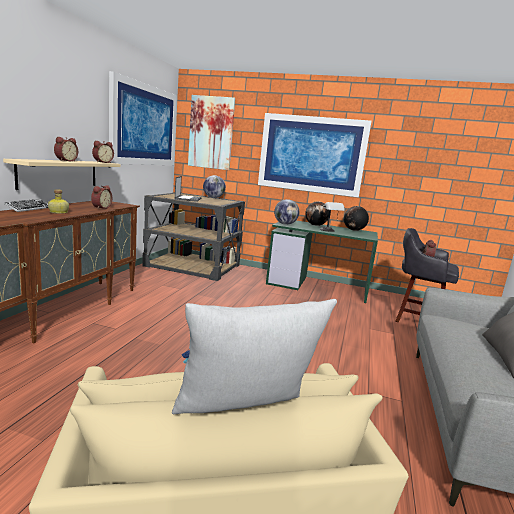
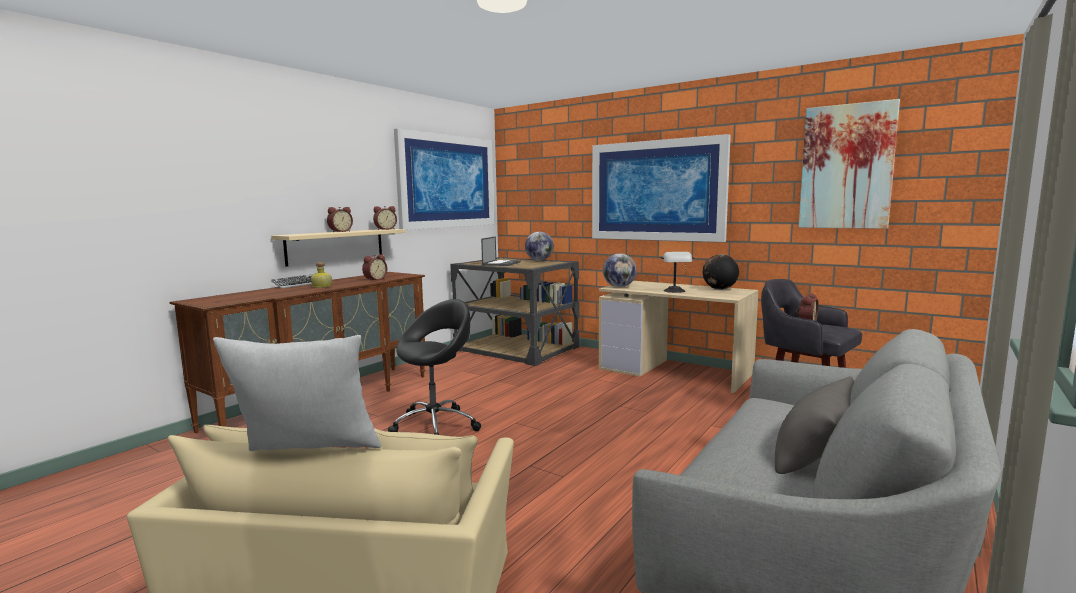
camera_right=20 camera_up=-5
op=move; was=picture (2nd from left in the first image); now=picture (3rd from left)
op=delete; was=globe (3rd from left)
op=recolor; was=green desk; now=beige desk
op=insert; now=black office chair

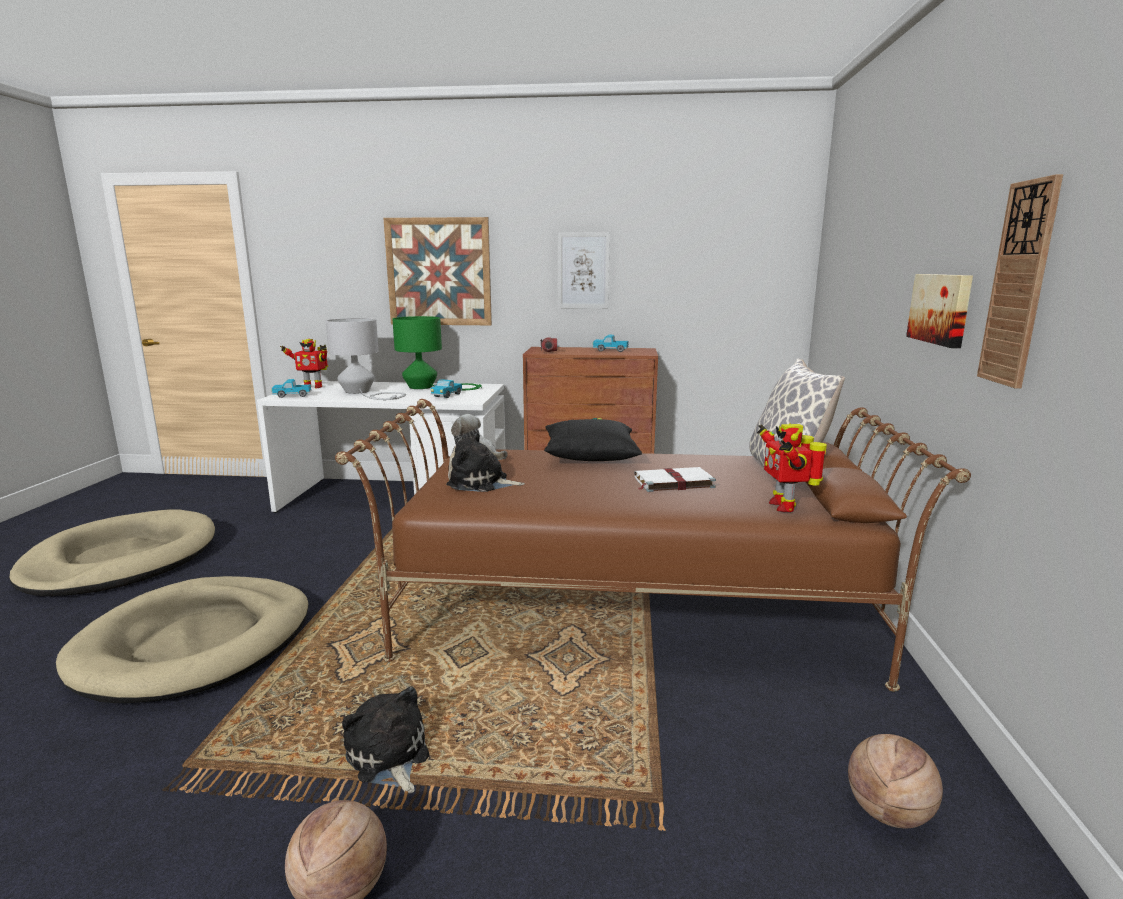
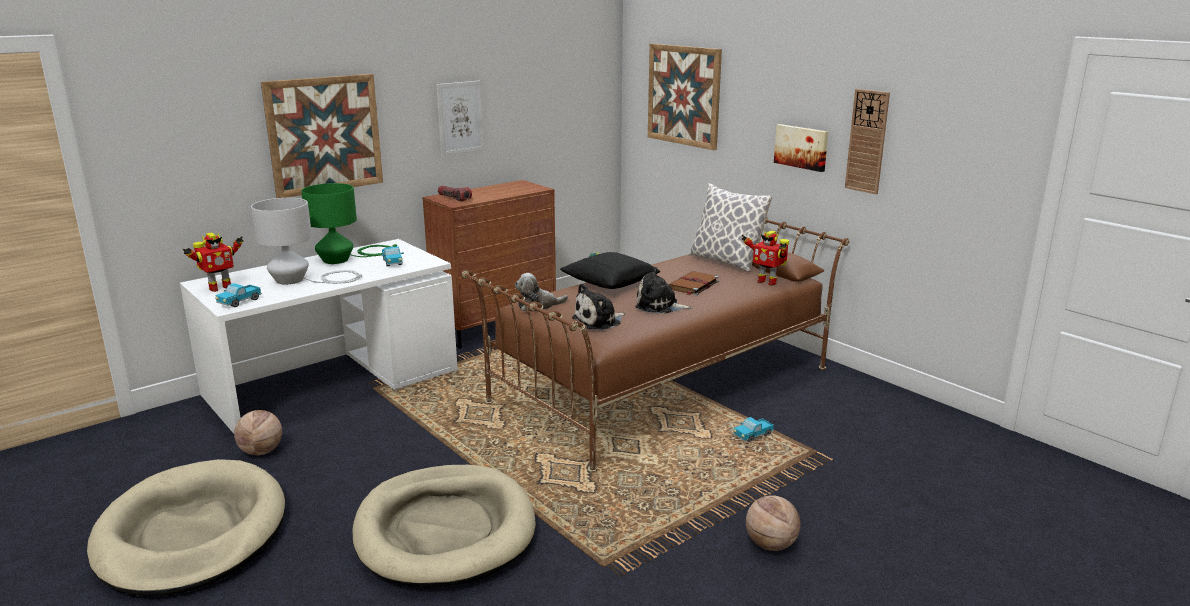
camera_right=-45 camera_up=5
op=move; was=toy truck (3rd from left)
op=recolor; was=white book; now=brown book
op=move; was=plush toy (1st from left in the first image); now=plush toy (3rd from left)
op=move; was=basketball (2nd from left in the first image); now=basketball (1st from left)
op=insert; now=picture (3rd from left)

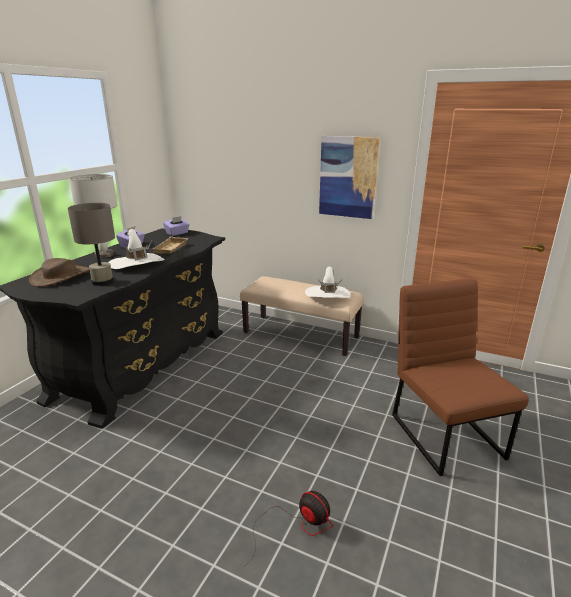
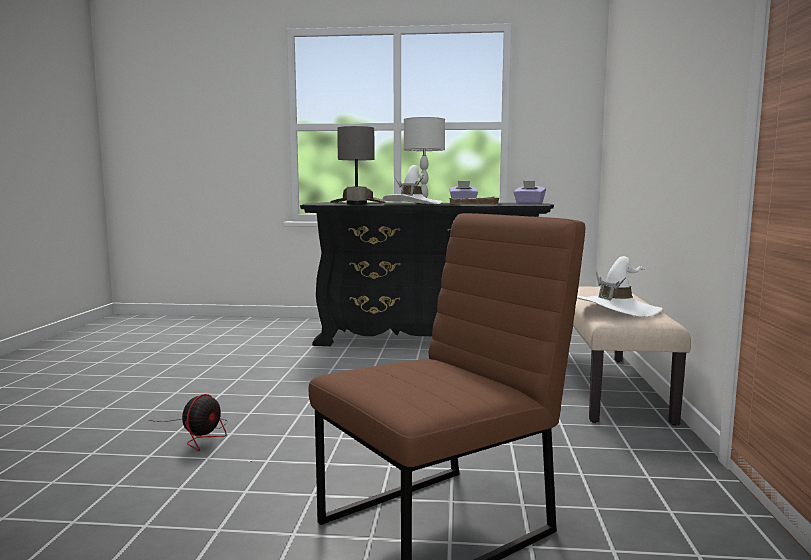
camera_right=70 camera_up=-15
op=delete; was=picture

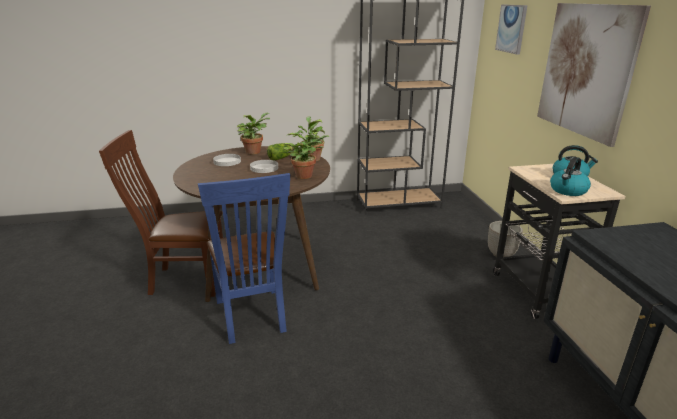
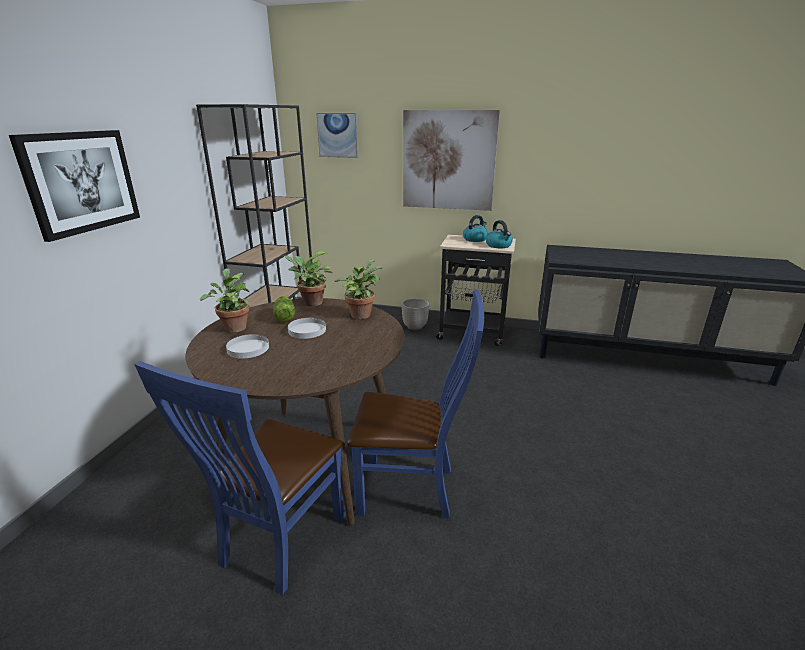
camera_right=-65 camera_up=0
op=recolor; was=brown chair; now=blue chair (1st from left)
op=insert; now=picture (1st from left)

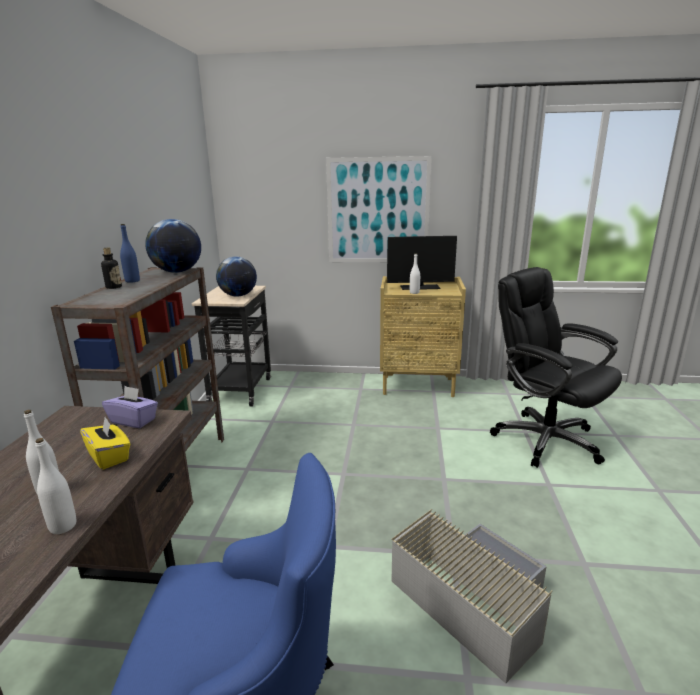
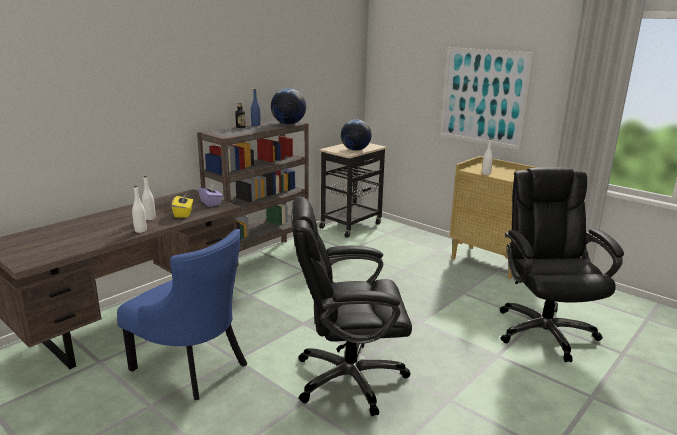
camera_right=35 camera_up=0
op=delete; was=monitor
op=replace; was=grey storage box; now=black office chair (1st from left)

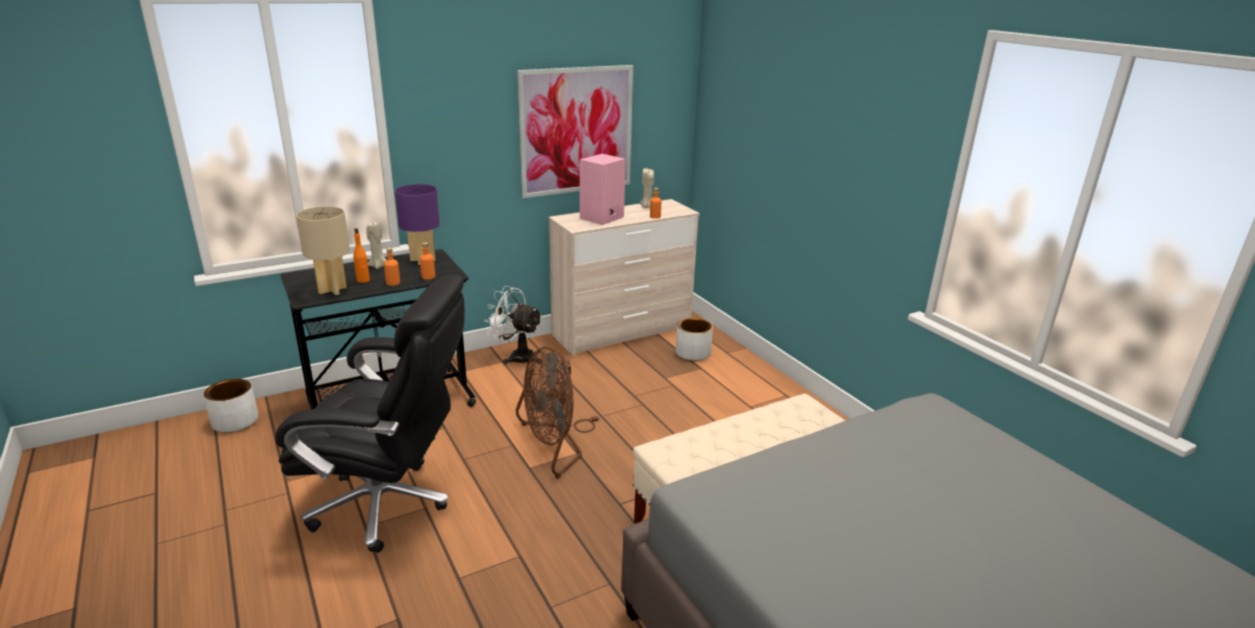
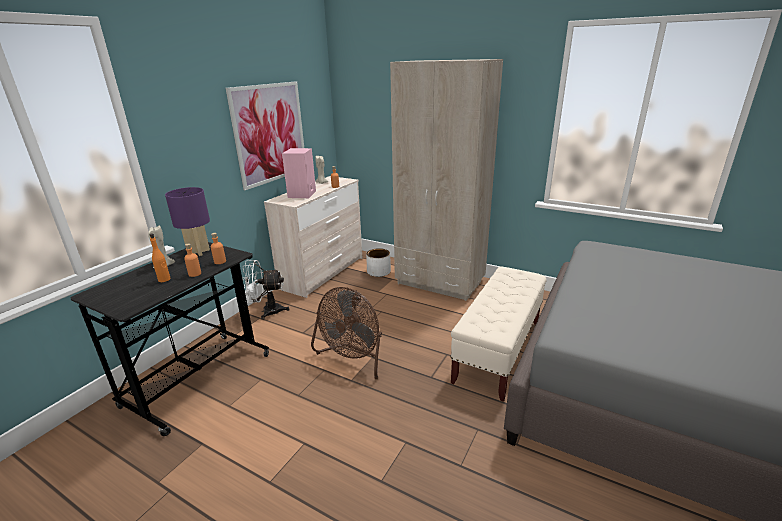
camera_right=-30 camera_up=0
op=delete; was=beige table lamp
op=delete; was=black office chair
op=delete; was=white planter (1st from left)
op=insert; now=beige wardrobe

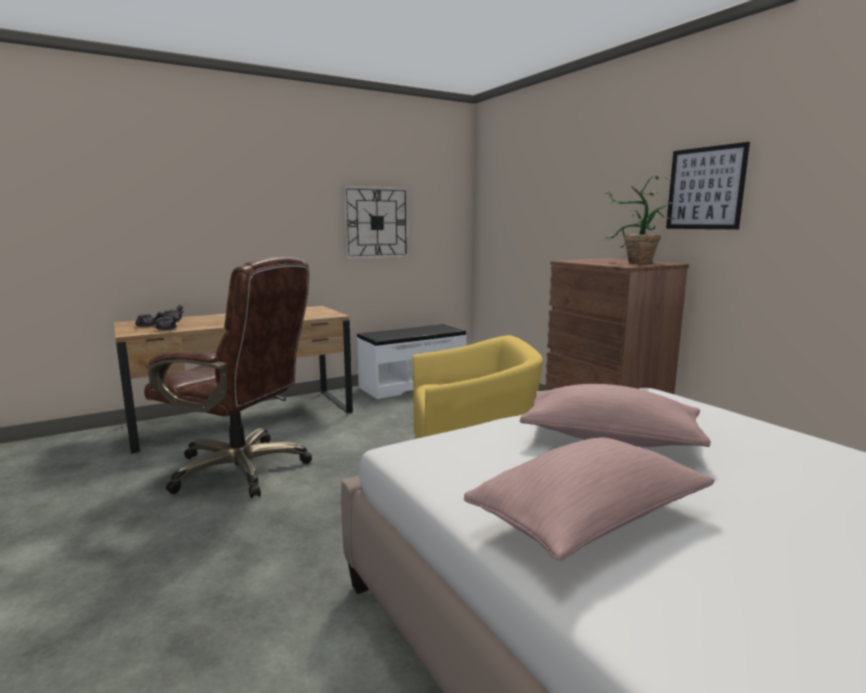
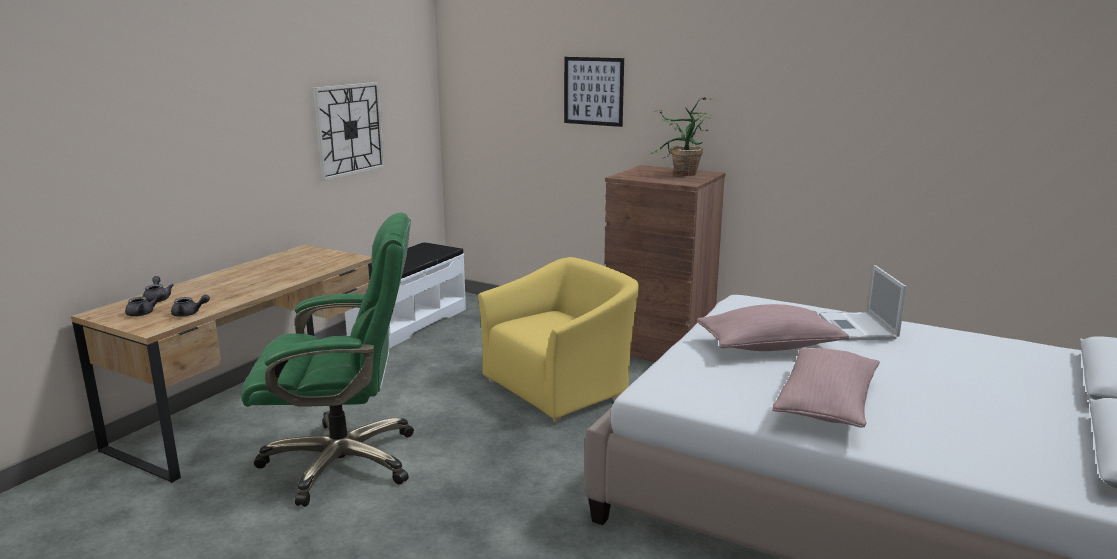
camera_right=-30 camera_up=5
op=move; was=picture
op=recolor; was=brown office chair; now=green office chair
op=insert; now=laptop

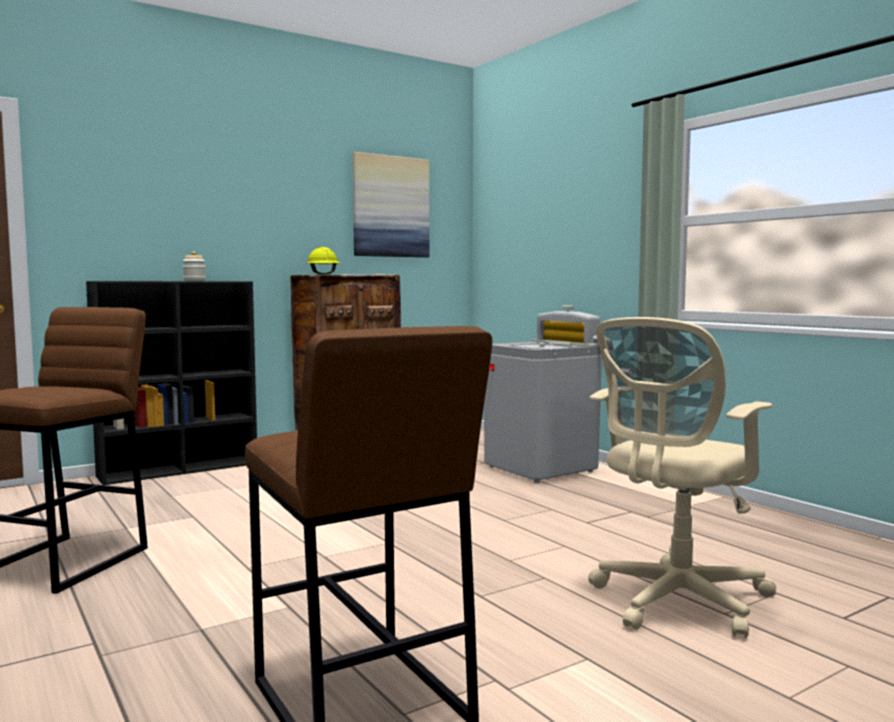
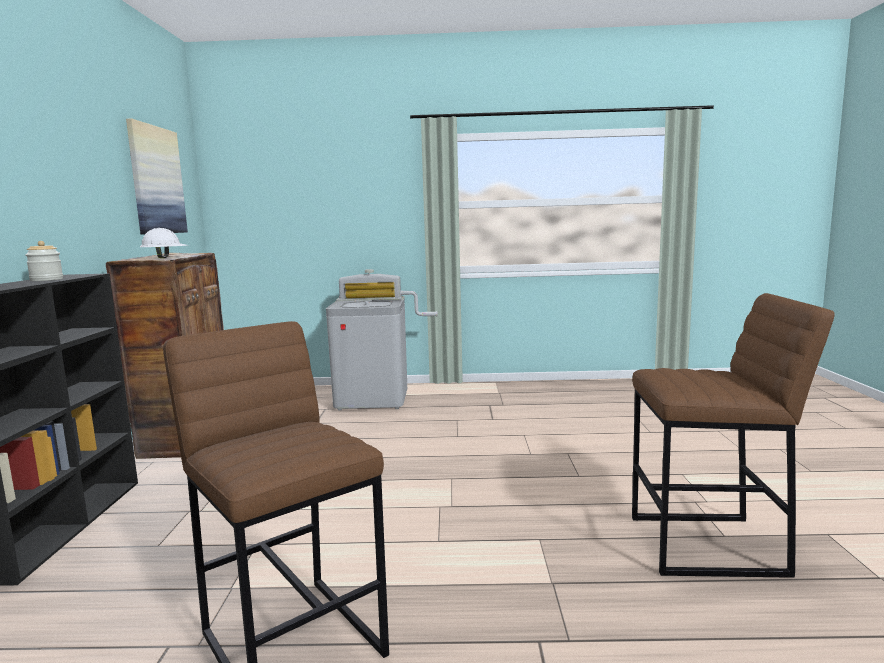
camera_right=-55 camera_up=5
op=recolor; was=yellow hard hat; now=white hard hat
op=delete; was=beige office chair

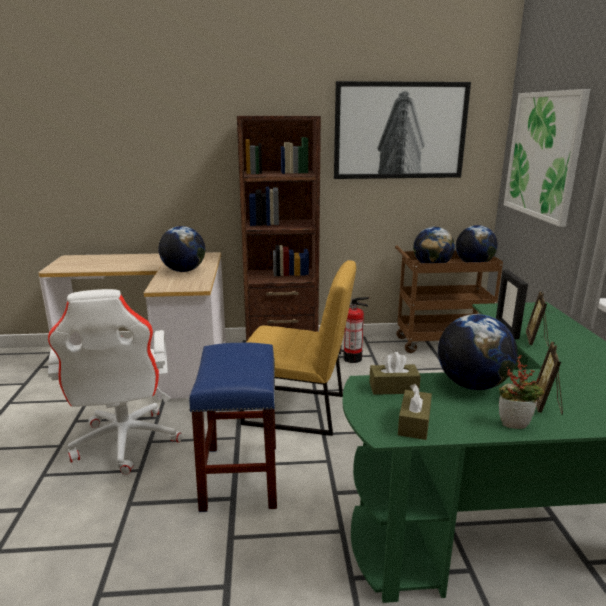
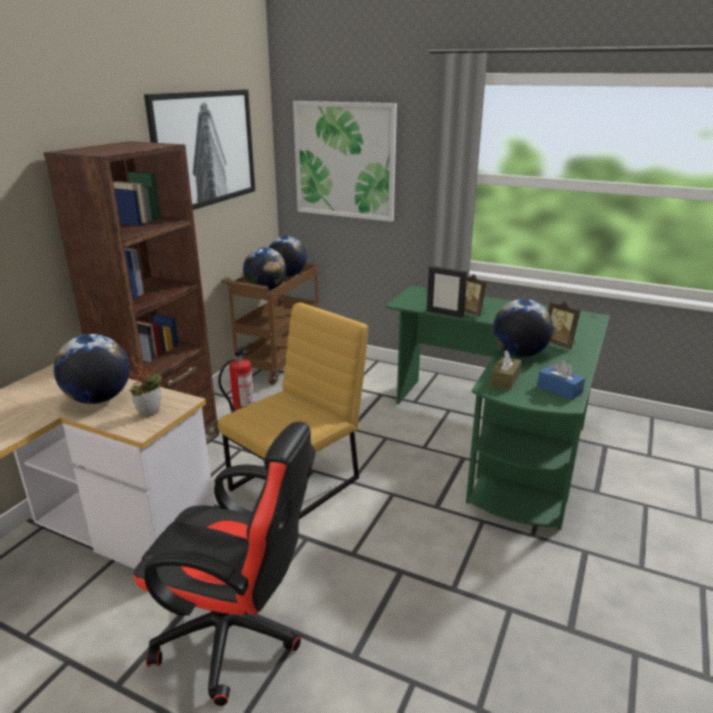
camera_right=-60 camera_up=5
op=recolor; was=white office chair; now=black office chair
op=delete; was=blue stool
op=move; was=potted plant
op=recolor; was=brown tissue box (2nd from left); now=blue tissue box

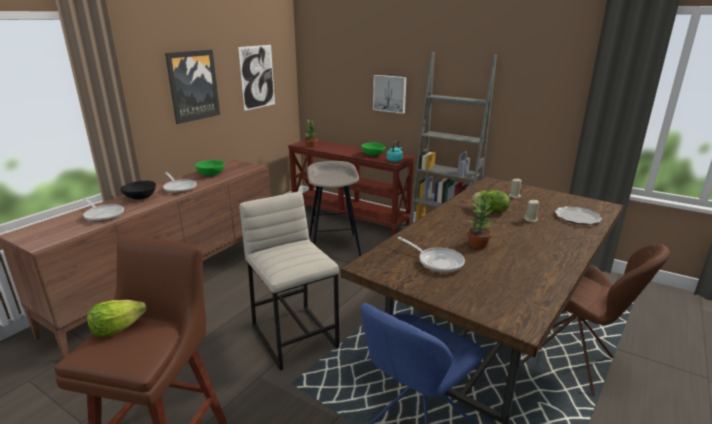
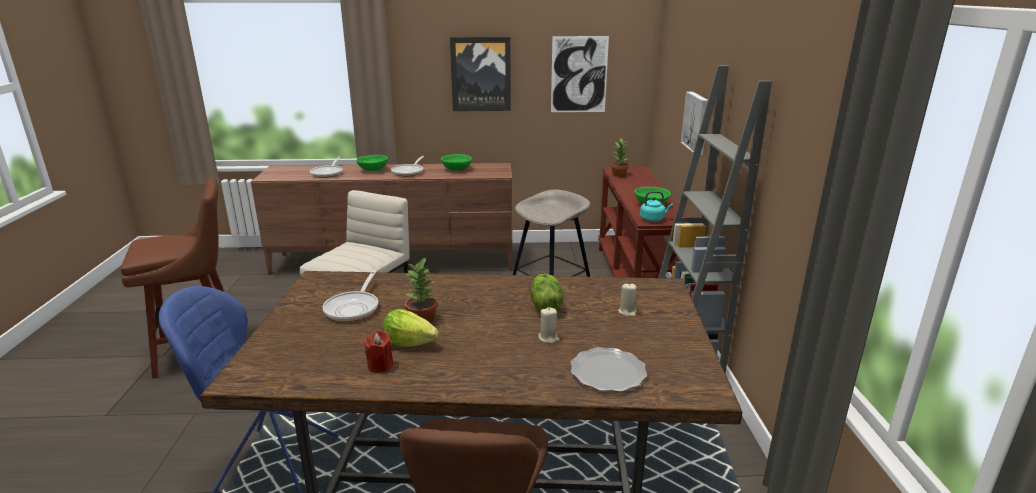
camera_right=55 camera_up=0
op=recolor; was=black bowl; now=green bowl (1st from left)
op=move; was=lettuce (1st from left)
op=insert; now=red candle

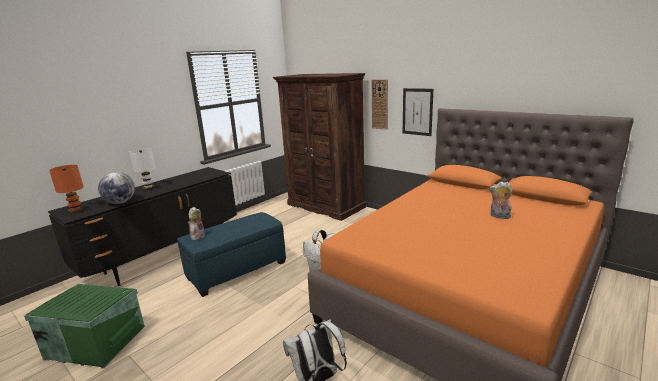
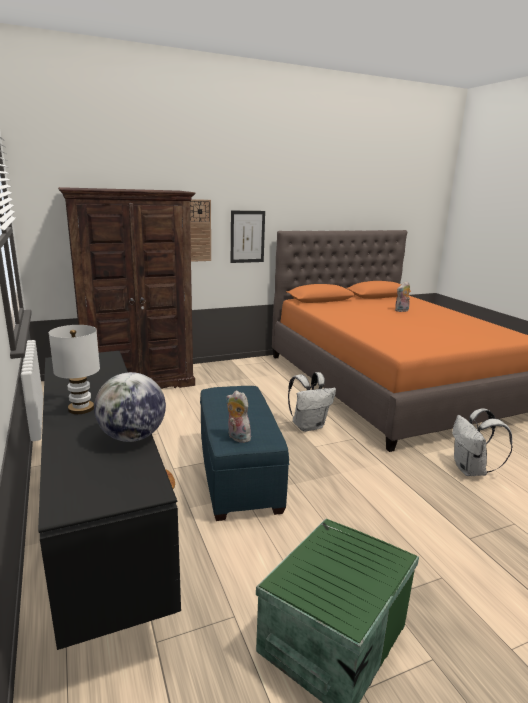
camera_right=-65 camera_up=0
op=delete; was=orange table lamp

